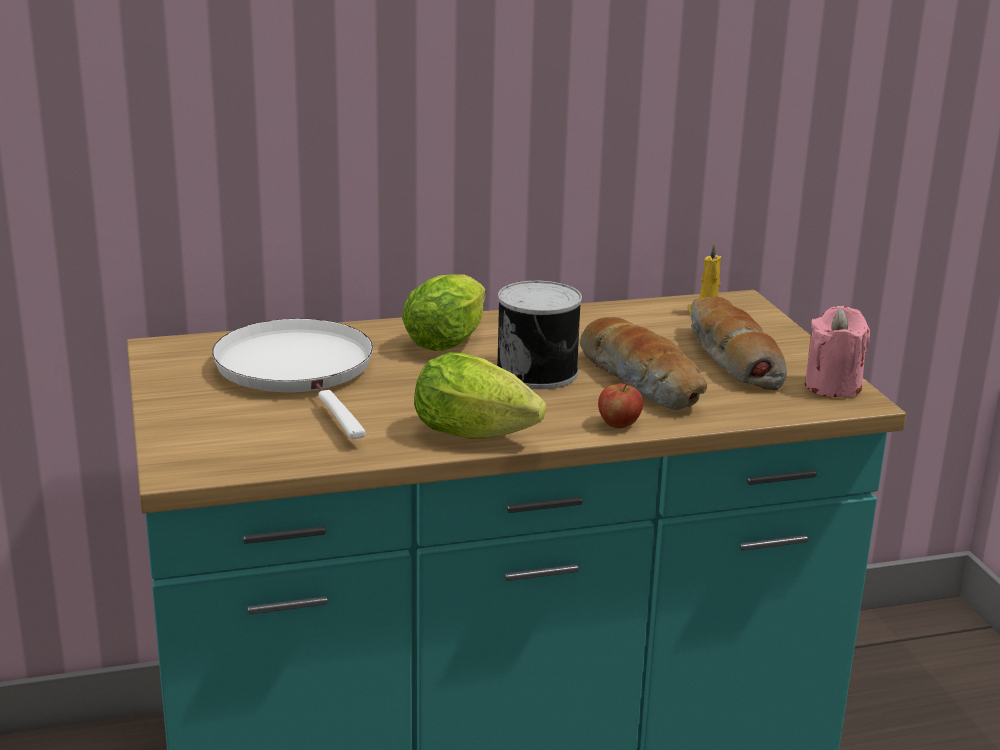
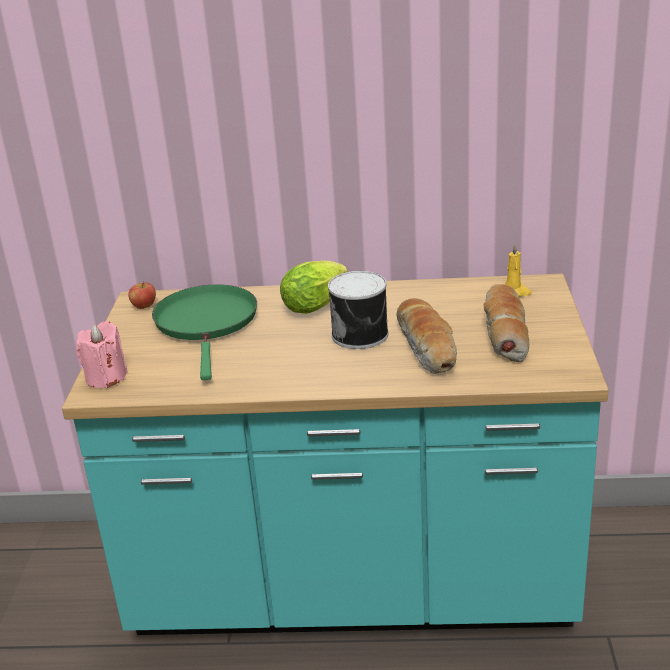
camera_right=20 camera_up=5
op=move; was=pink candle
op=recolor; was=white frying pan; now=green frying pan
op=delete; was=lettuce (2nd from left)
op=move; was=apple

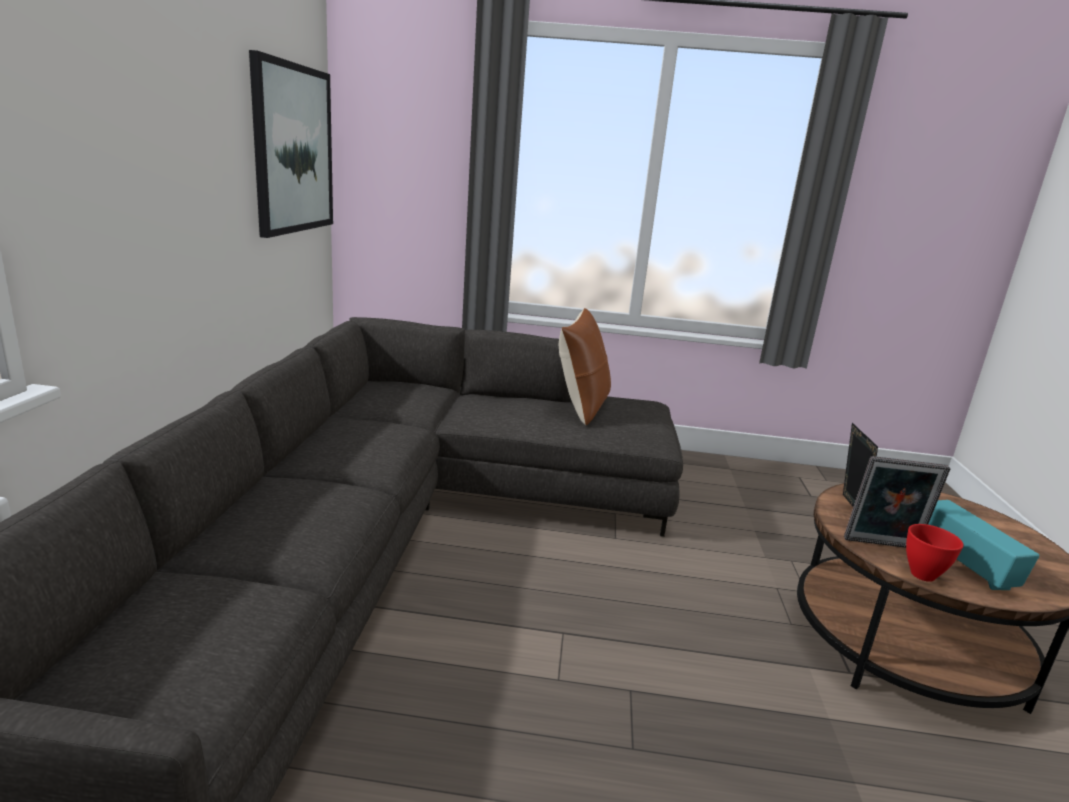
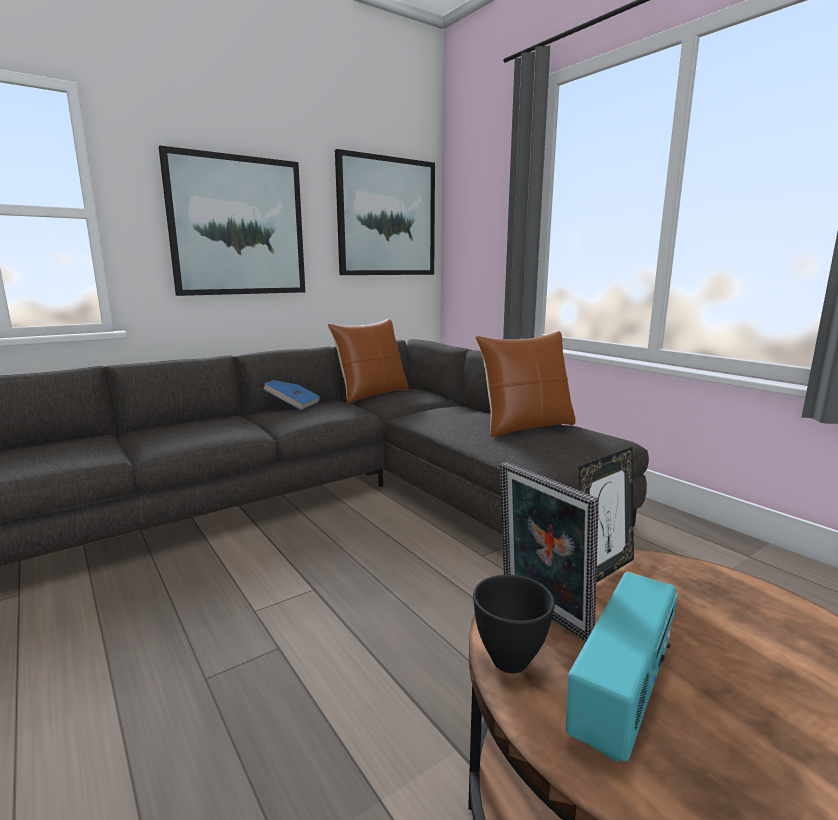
camera_right=50 camera_up=-5
op=recolor; was=red bowl; now=black bowl
op=insert; now=picture (1st from left)
op=insert; now=brown pillow (1st from left)
op=insert; now=blue book

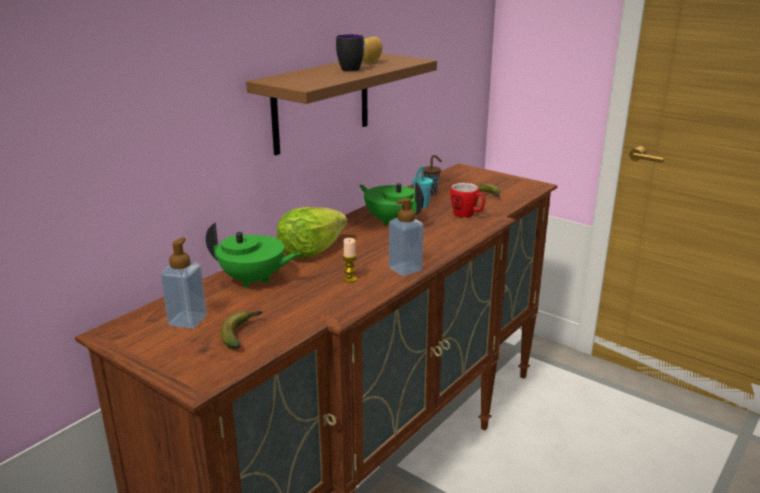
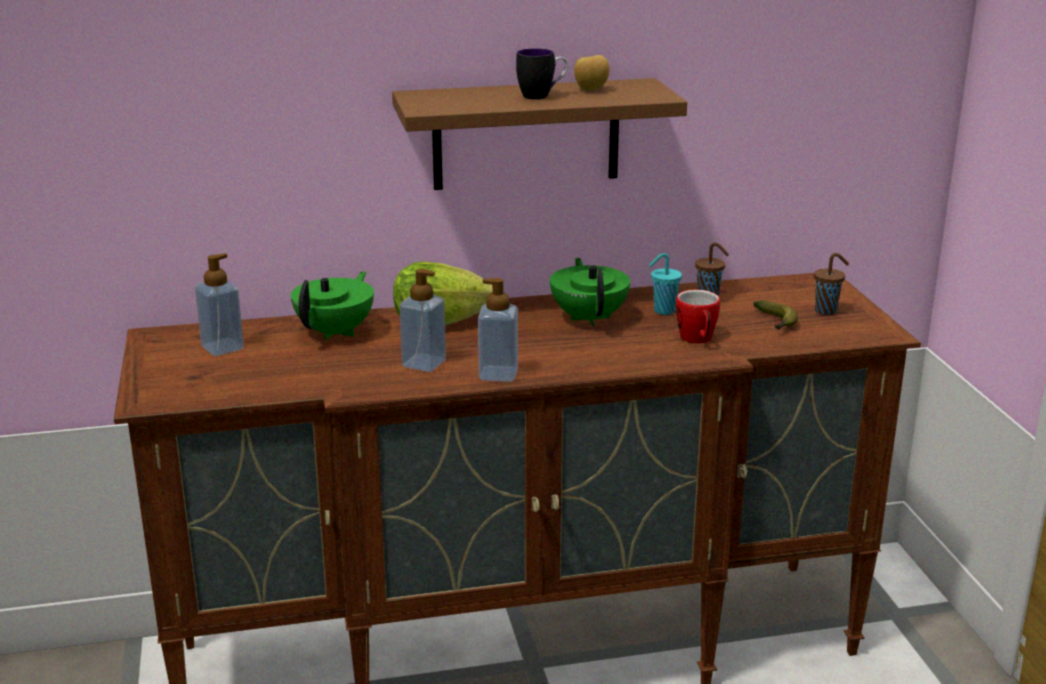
camera_right=40 camera_up=0
op=rotate; was=green teapot (1st from left); clockwise=-120
op=replace; was=candle; now=soap dispenser (2nd from left)
op=delete; was=banana (1st from left)
op=insert; now=brown cup (2nd from left)

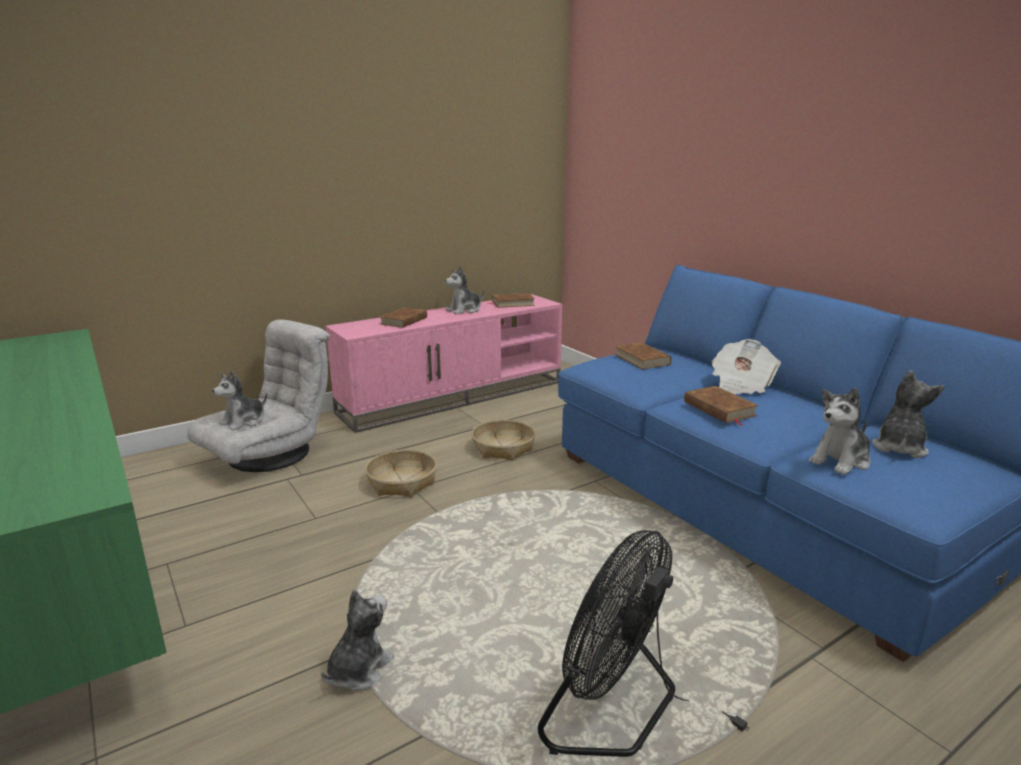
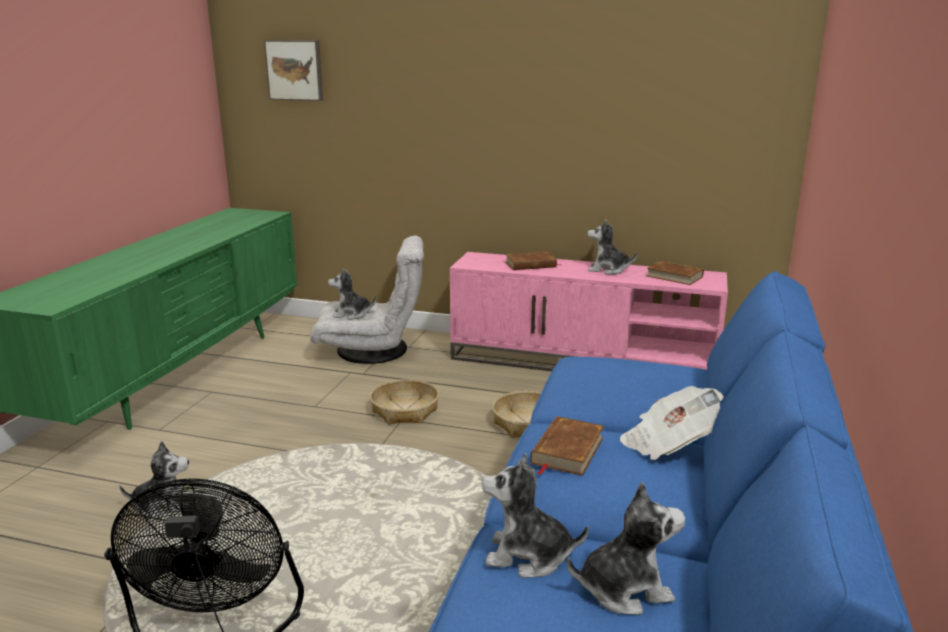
camera_right=50 camera_up=0
op=delete; was=brown book (3rd from left)
op=insert; now=picture

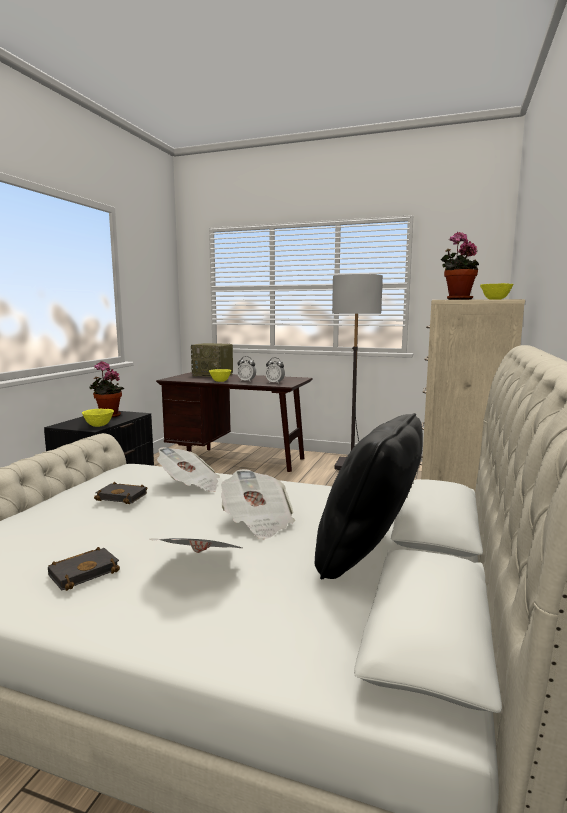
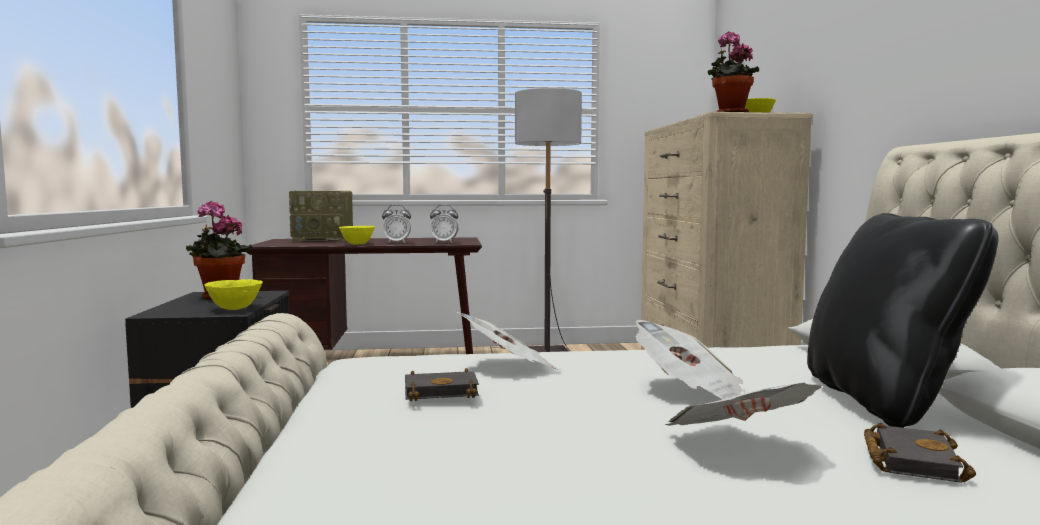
camera_right=-25 camera_up=-5
op=move; was=black book (1st from left in the first image); now=black book (2nd from left)

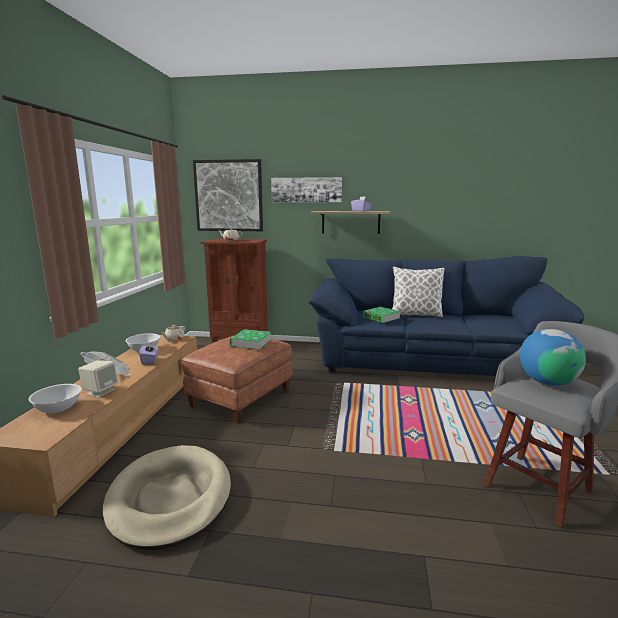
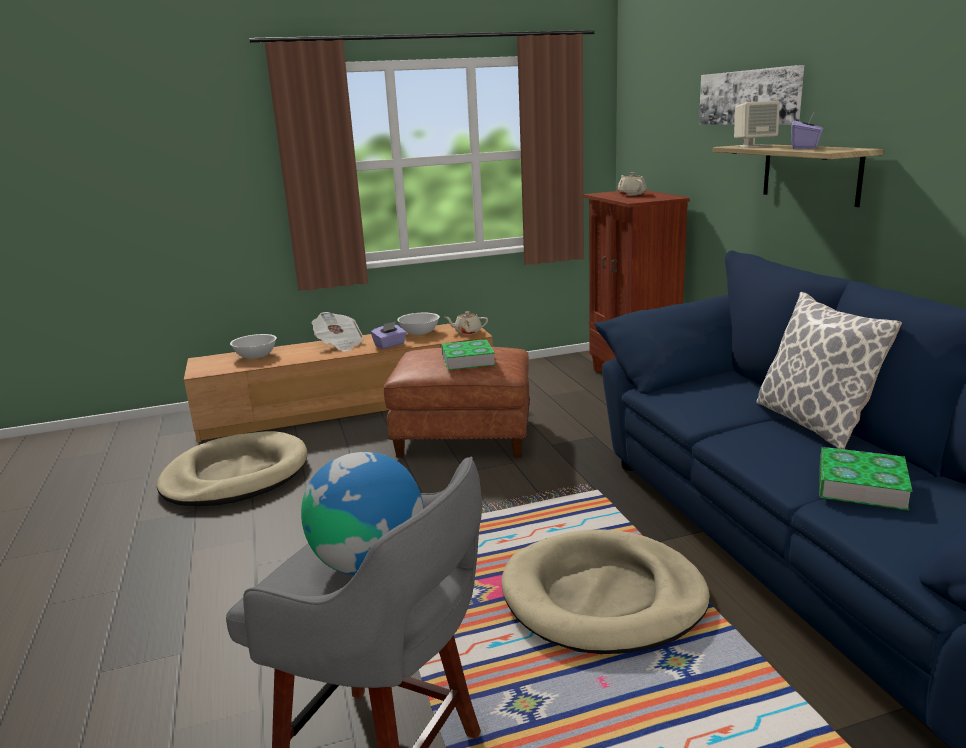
camera_right=65 camera_up=5
op=delete; was=picture (1st from left)
op=move; was=book (2nd from left)
op=move; was=beige speaker
op=insert; now=beige dog bed (2nd from left)

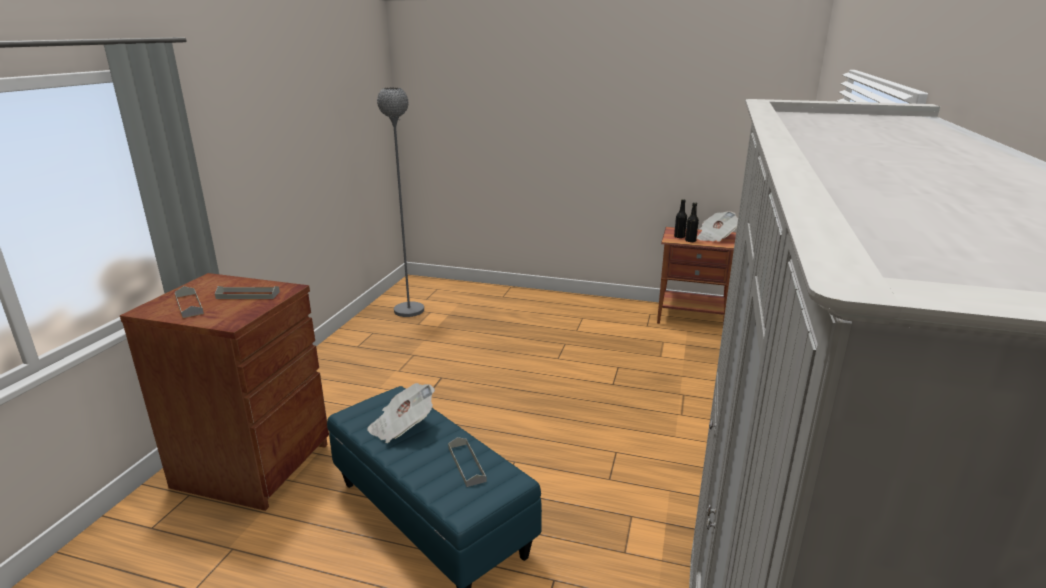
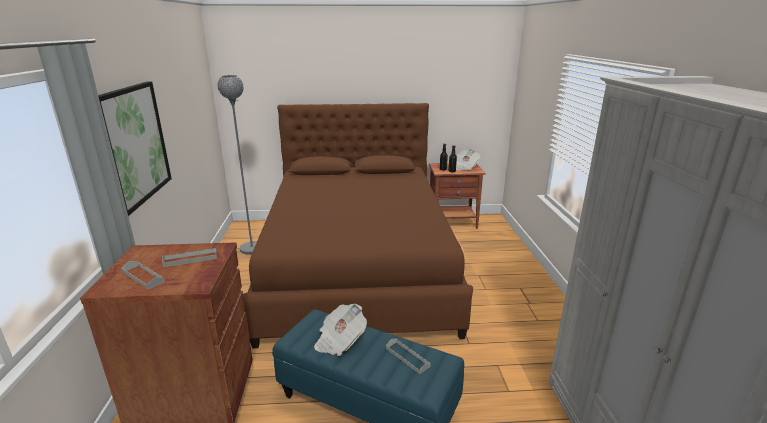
camera_right=-20 camera_up=0
op=insert; now=picture
op=insert; now=brown bed

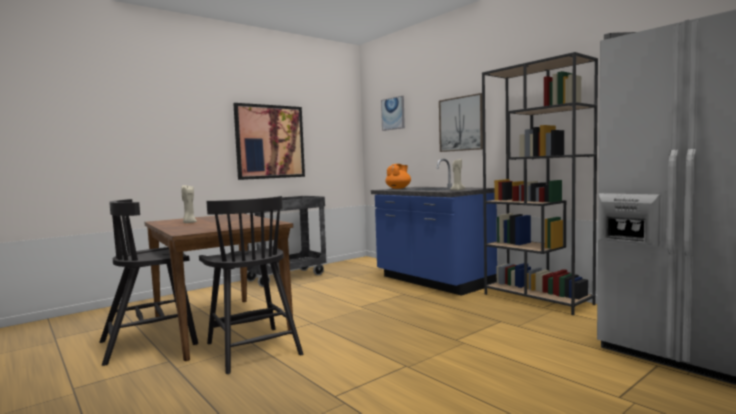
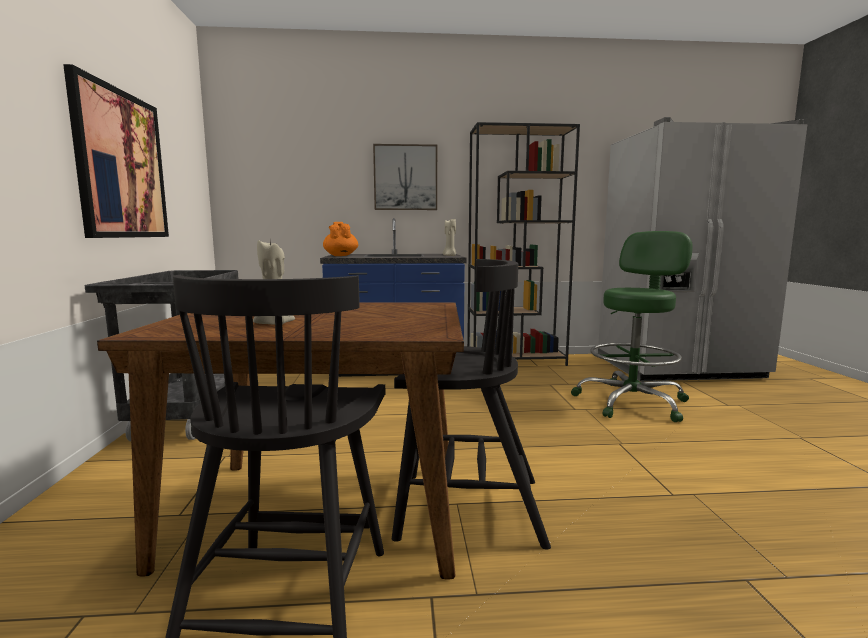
camera_right=-55 camera_up=5
op=delete; was=picture (2nd from left)
op=insert; now=green stool

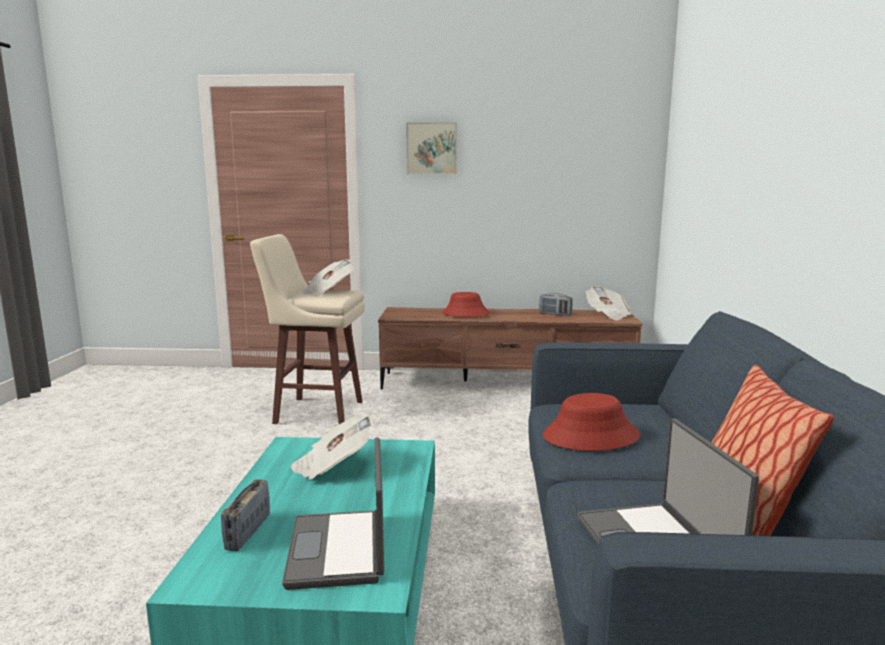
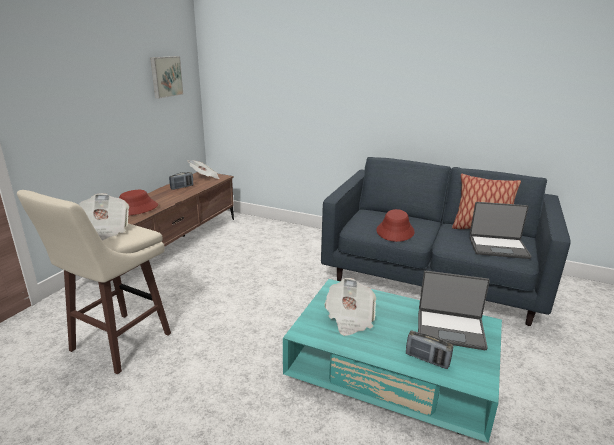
camera_right=-70 camera_up=10
op=move; was=picture

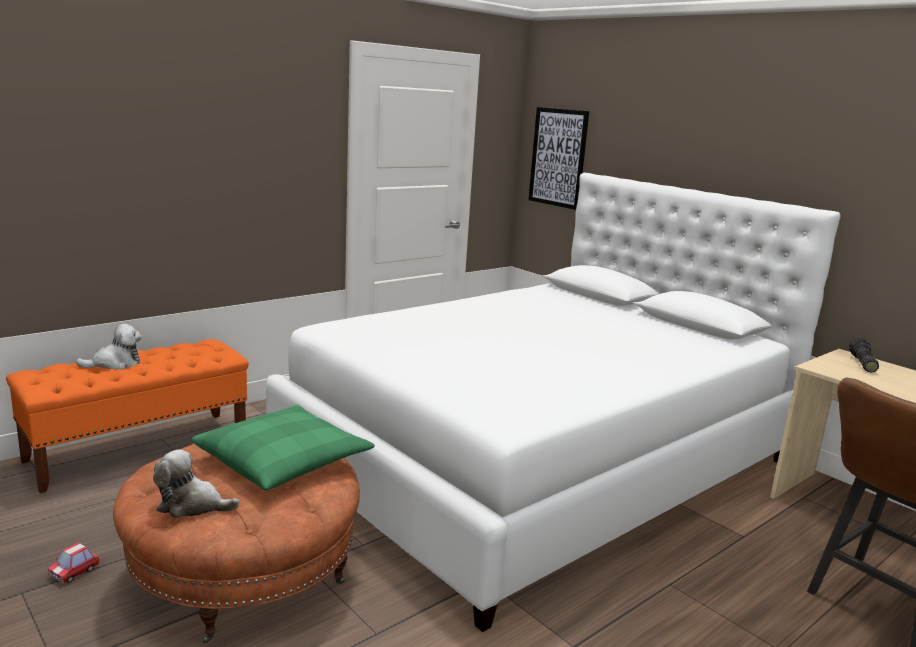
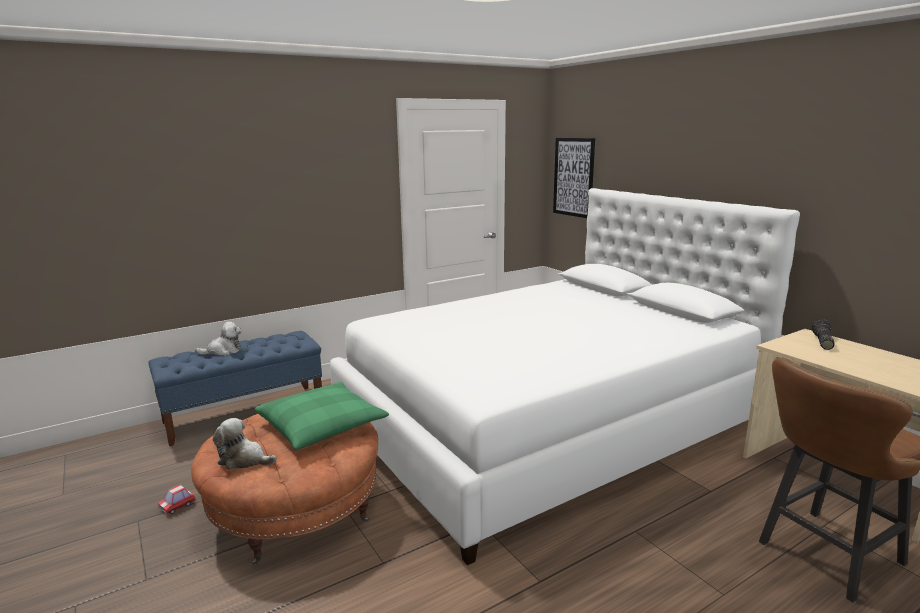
camera_right=10 camera_up=0
op=recolor; was=orange bench; now=blue bench

